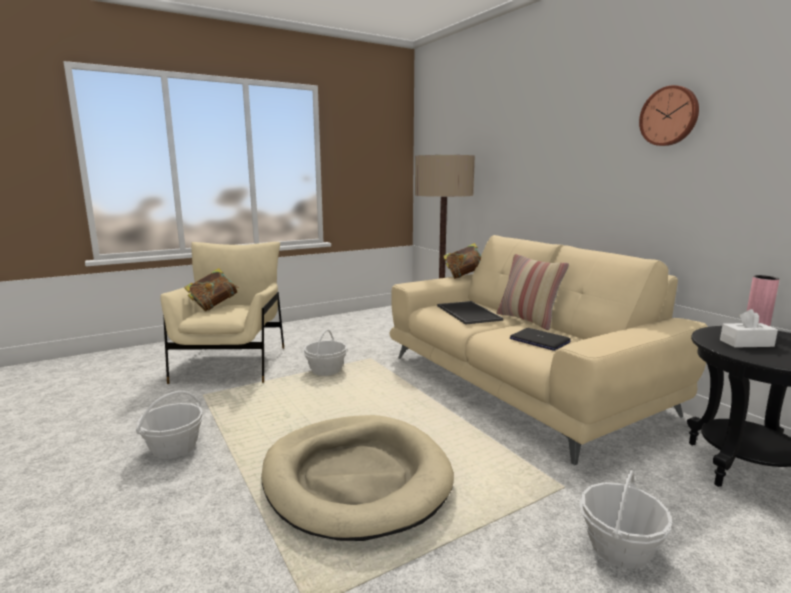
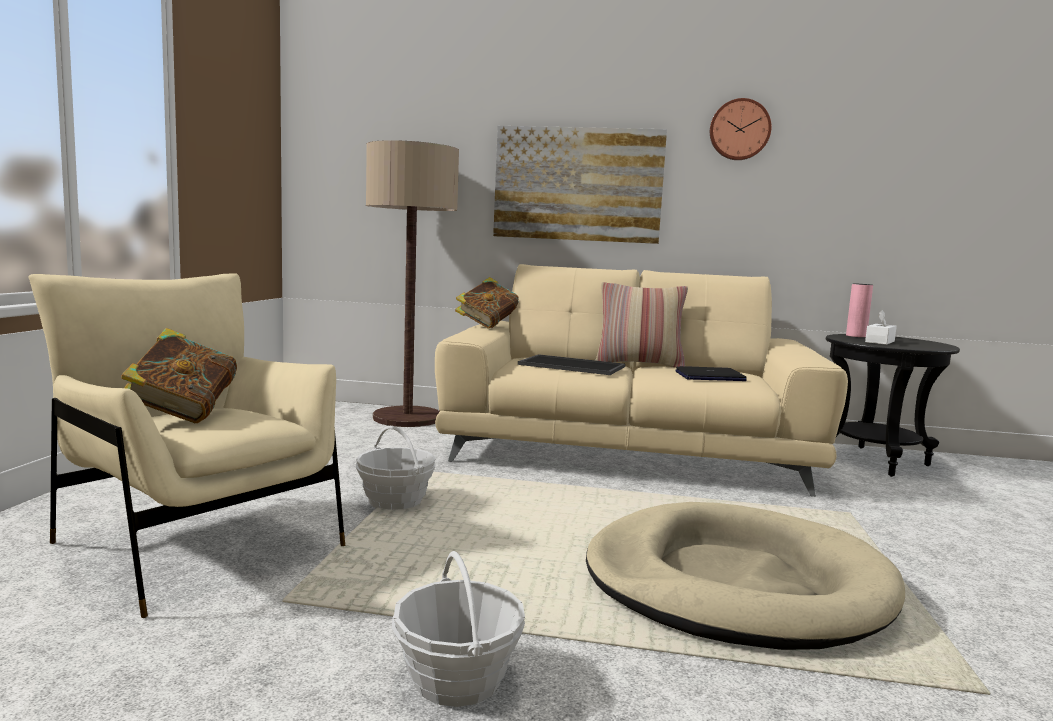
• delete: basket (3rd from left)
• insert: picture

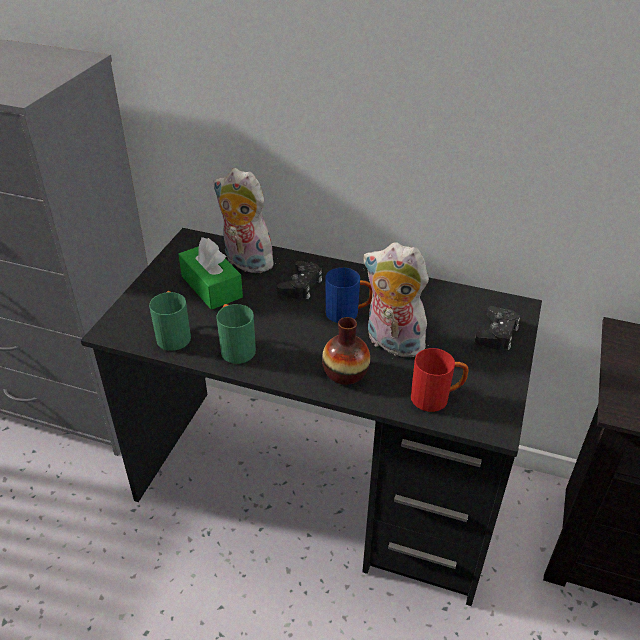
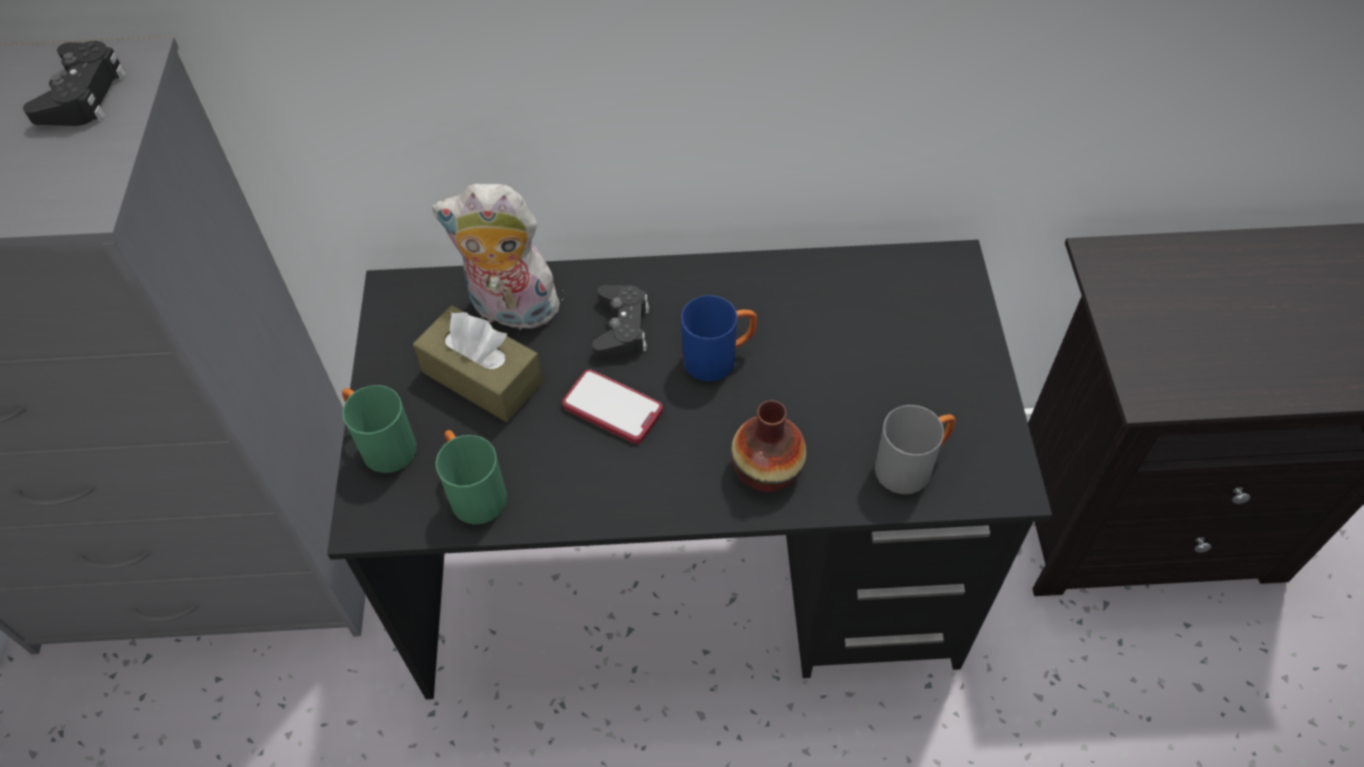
• recolor: greenish_tissue_box to brown-coloured_tissue_box
• delete: plush_toy (2nd from left)
• move: greenish_mug (2nd from left in the first image) to greenish_mug (1st from left)
• move: black-coloured_gamepad (2nd from left in the first image) to black-coloured_gamepad (1st from left)
• recolor: red_mug to gray_mug
• insert: phone

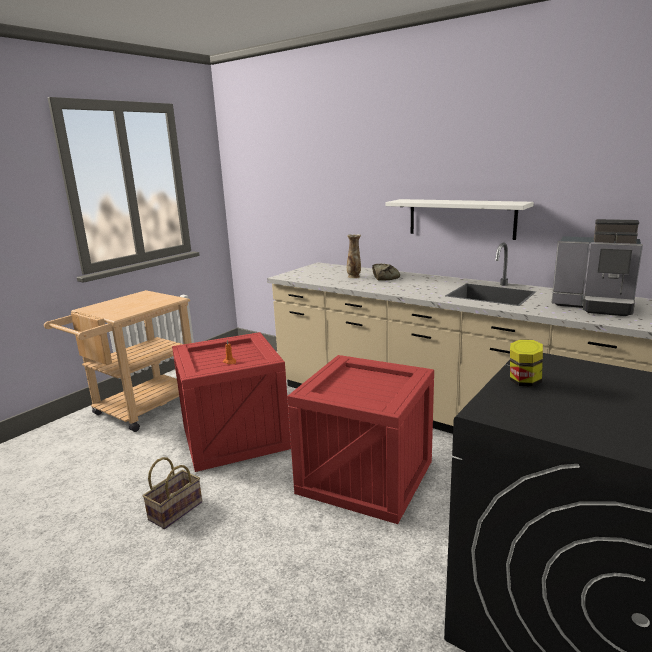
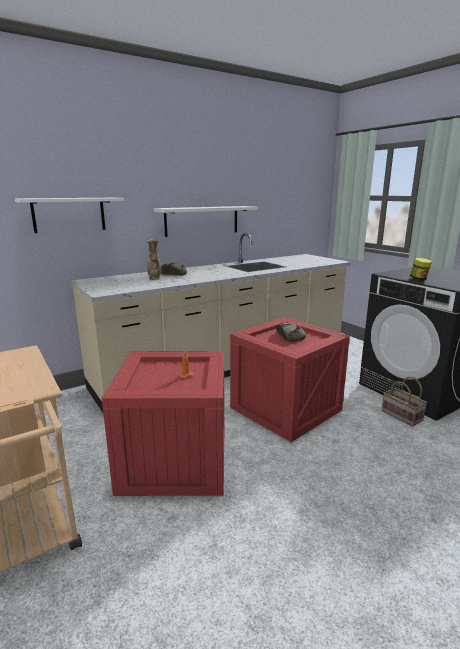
• delete: coffee_brewer
• move: basket
• insert: whitish_bracket_shelf (1st from left)
• insert: baked_bread (2nd from left)

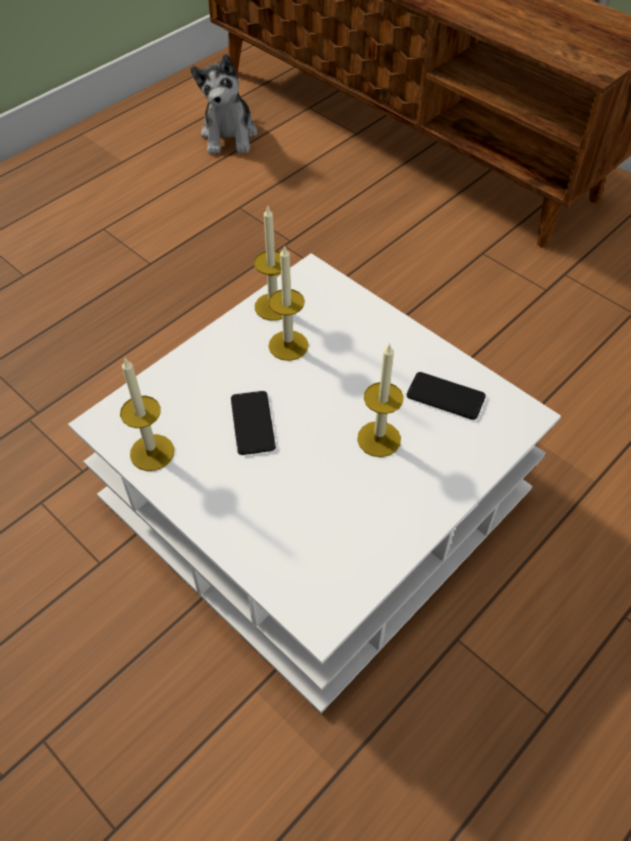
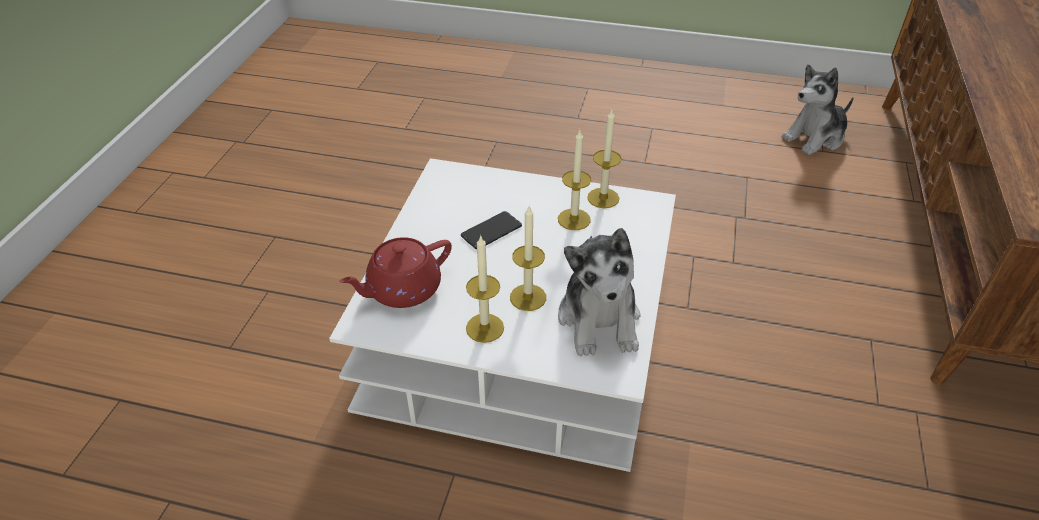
• move: wax_candle (1st from left)
• replace: phone (2nd from left) to plush_toy (1st from left)
• insert: red_tea_pot

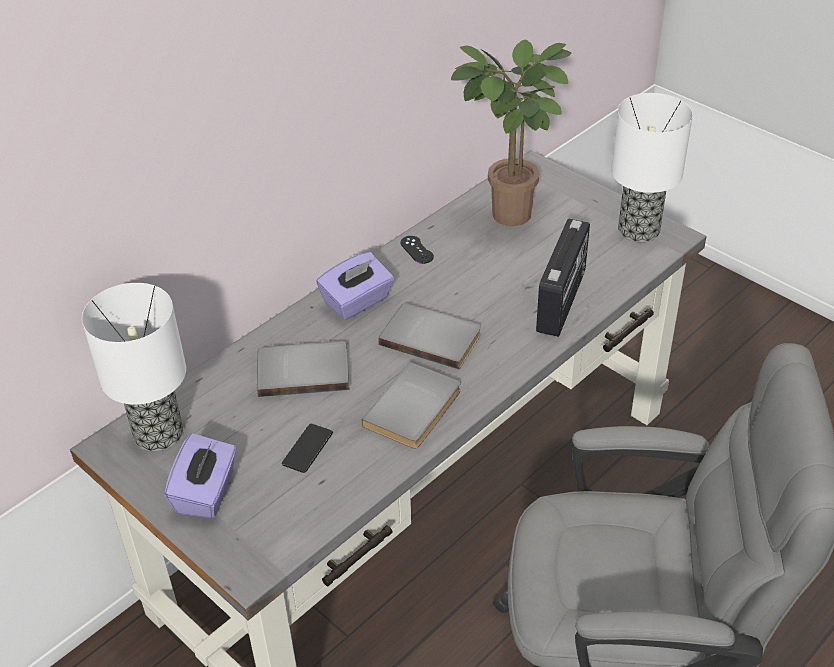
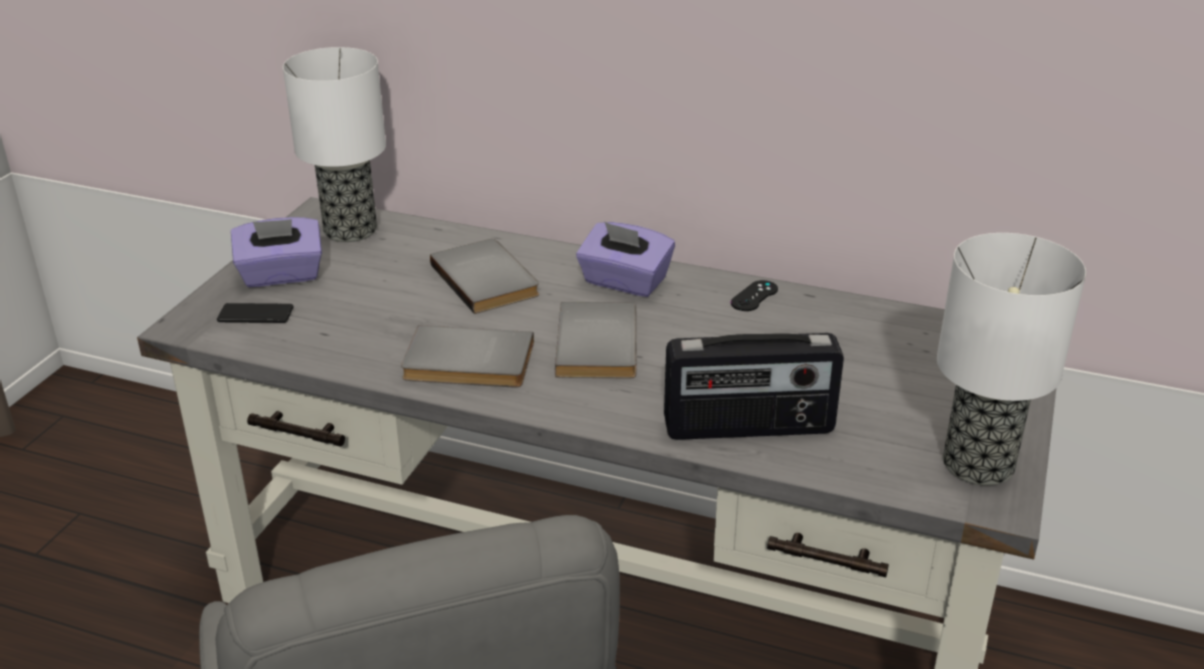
• delete: houseplant
• move: phone

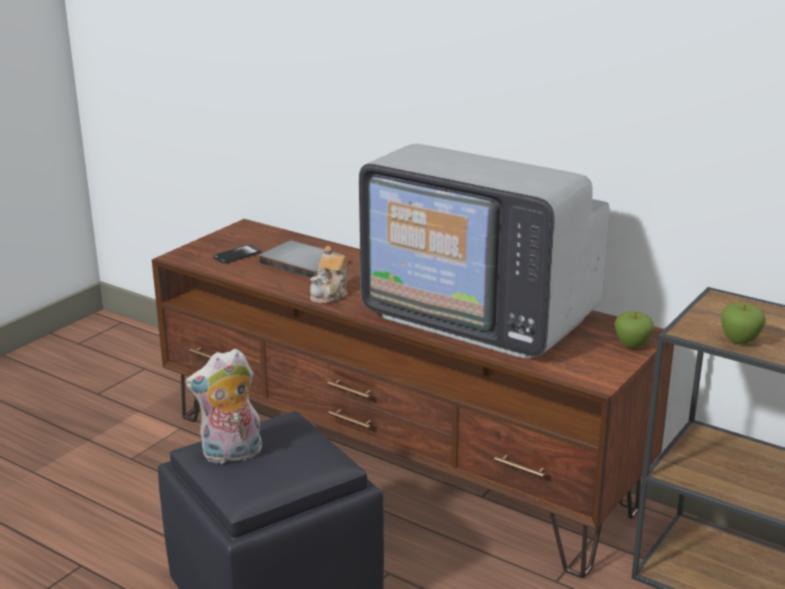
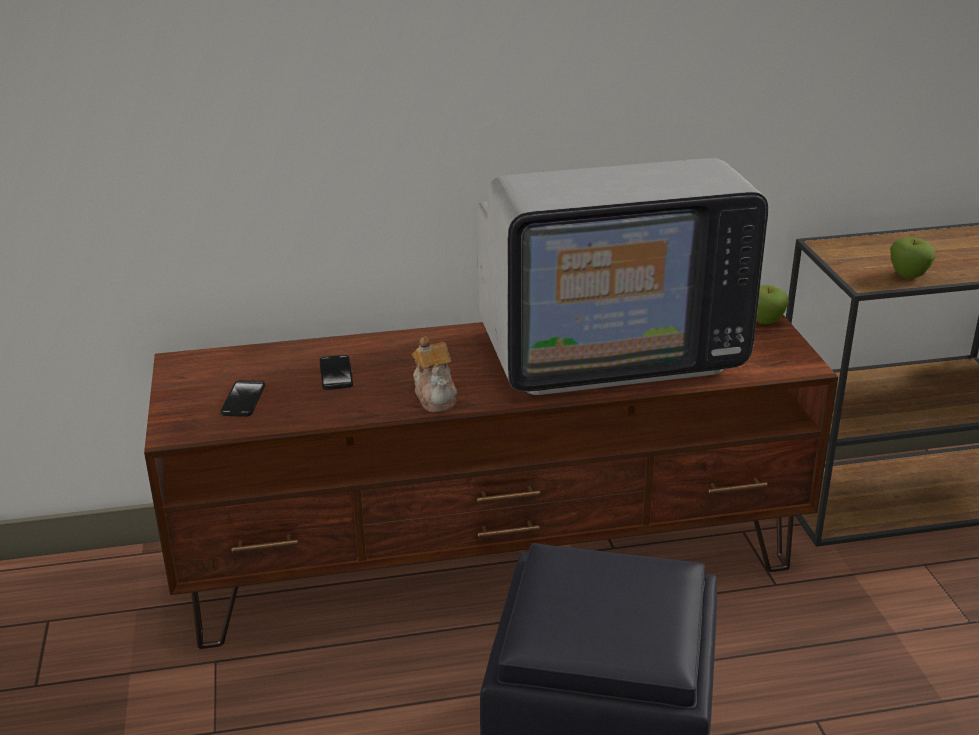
• replace: gray_book to phone (2nd from left)
• delete: plush_toy

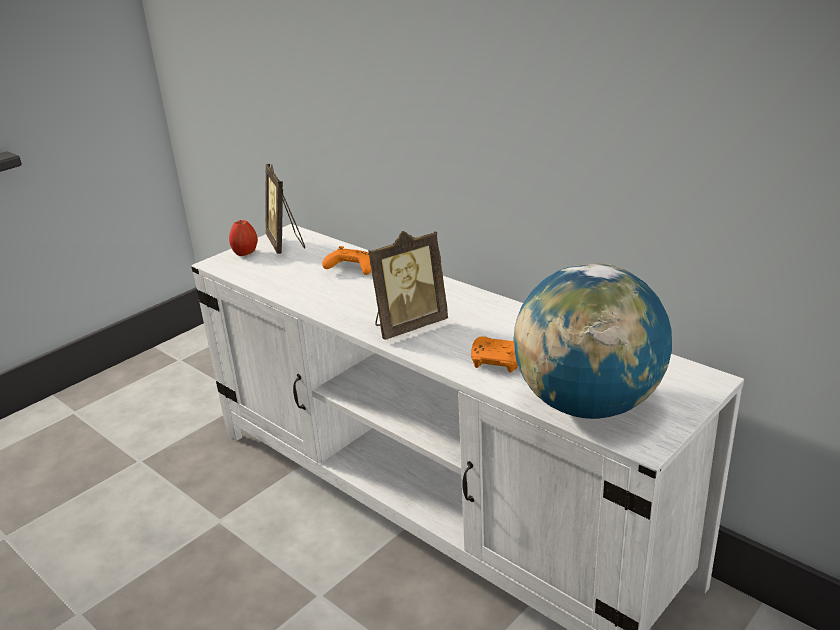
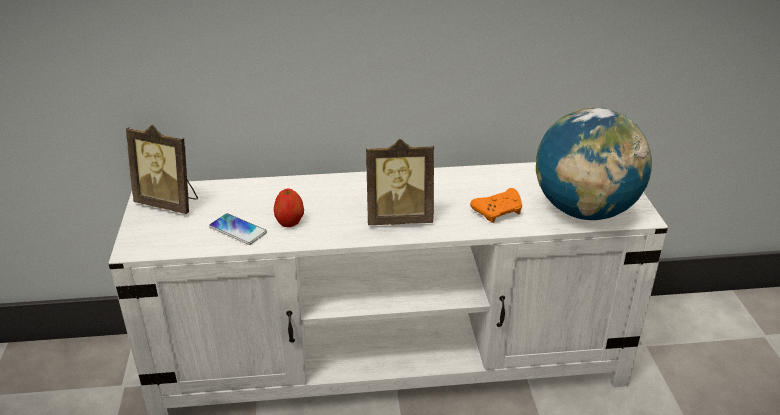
• move: apple
• rotate: photo_frame (2nd from left) 75 degrees clockwise
• delete: orange_gamepad (1st from left)
• insert: phone

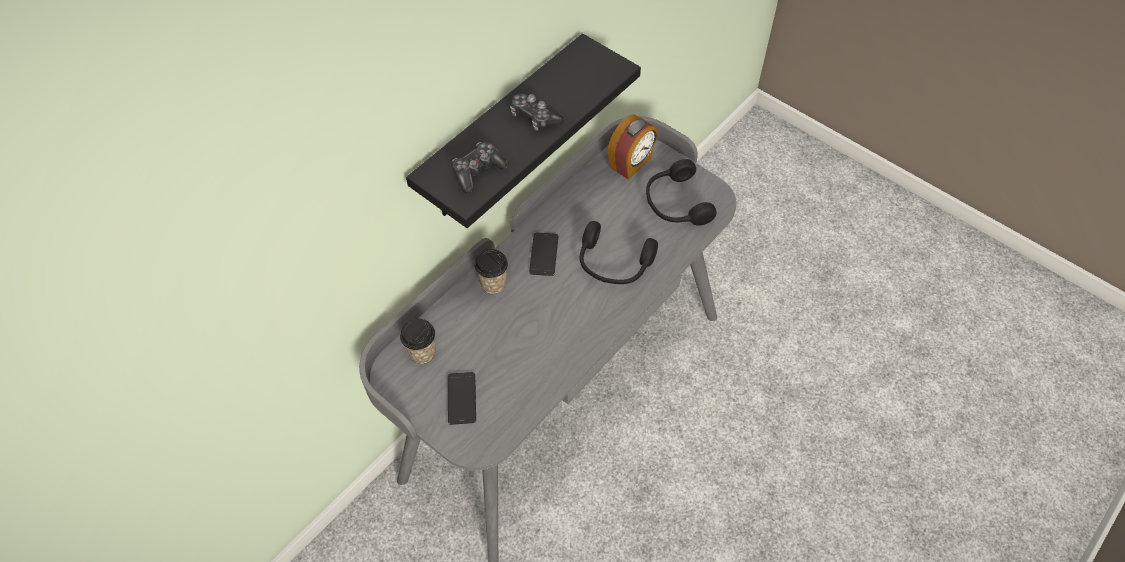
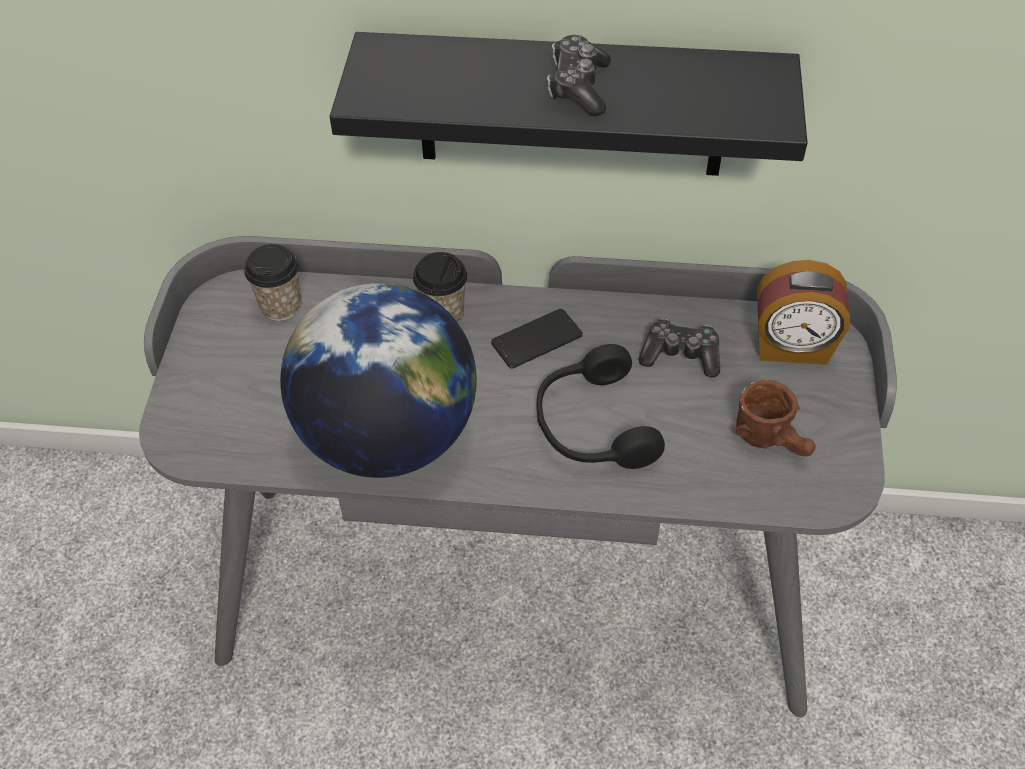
• move: gamepad (1st from left in the first image) to gamepad (2nd from left)
• replace: black-coloured_headset (2nd from left) to brown-coloured_mug
• delete: phone (1st from left)
• insert: globe

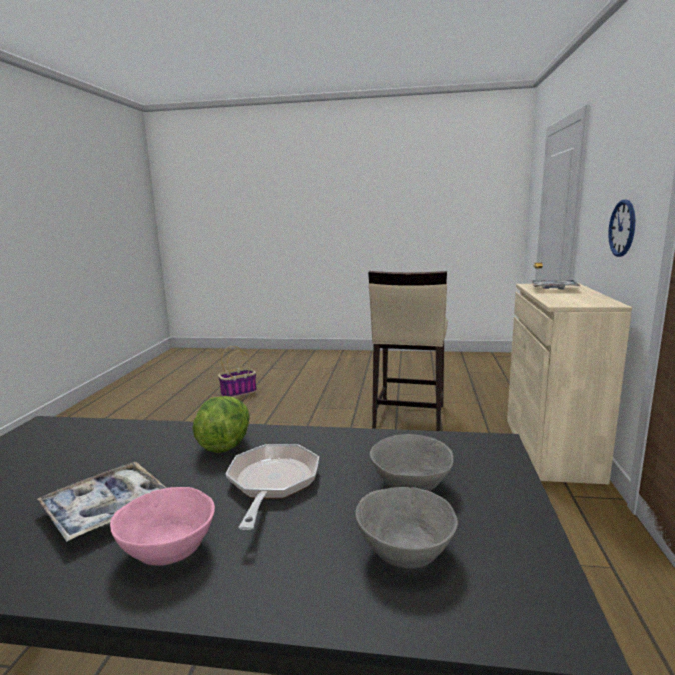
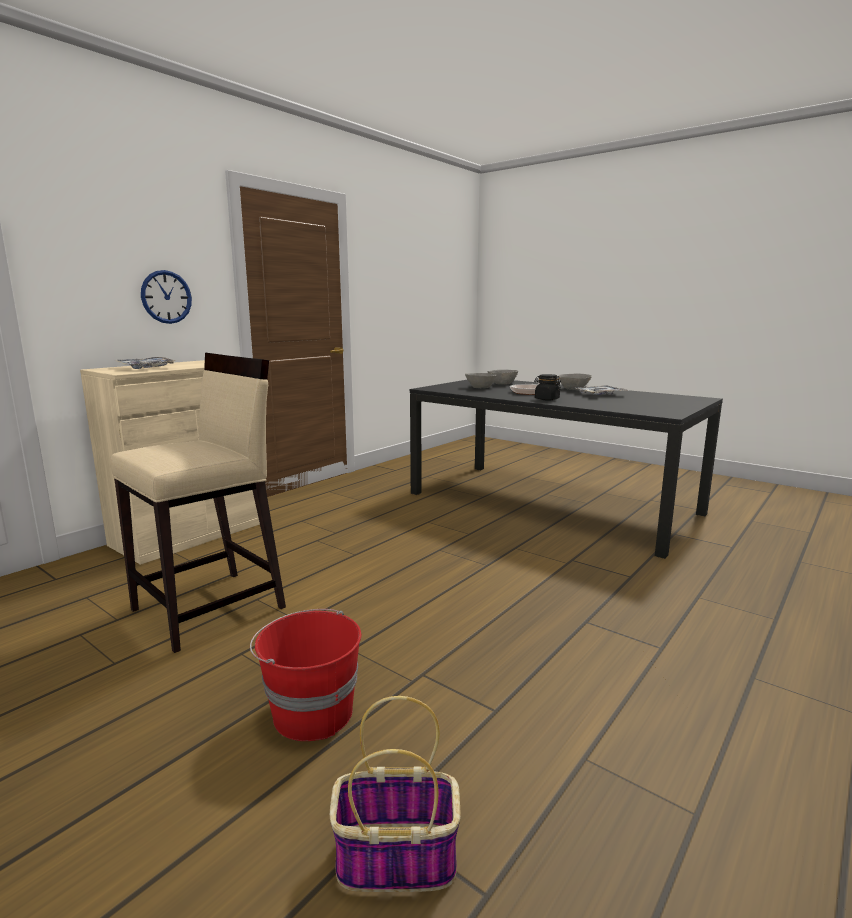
• replace: lettuce_head to black-coloured_preserve_jar
• recolor: pink-coloured_serving_bowl to gray_serving_bowl (3rd from left)
• insert: red_pail

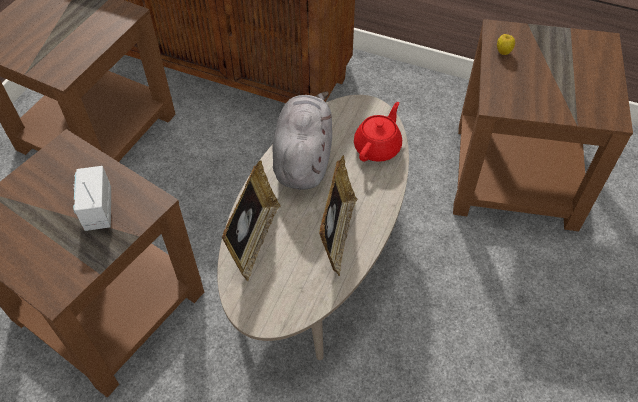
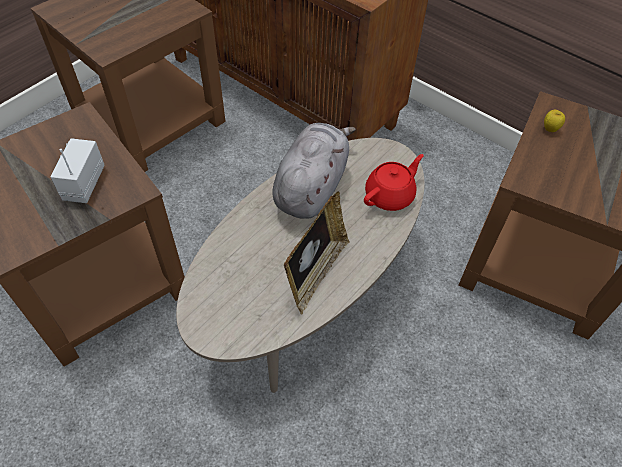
• delete: photo_frame (1st from left)

